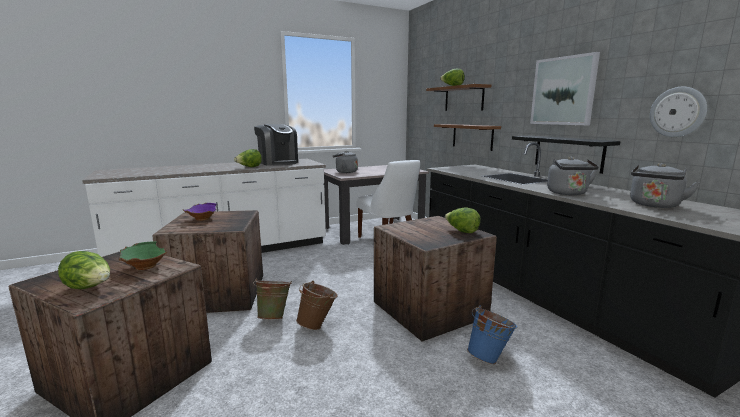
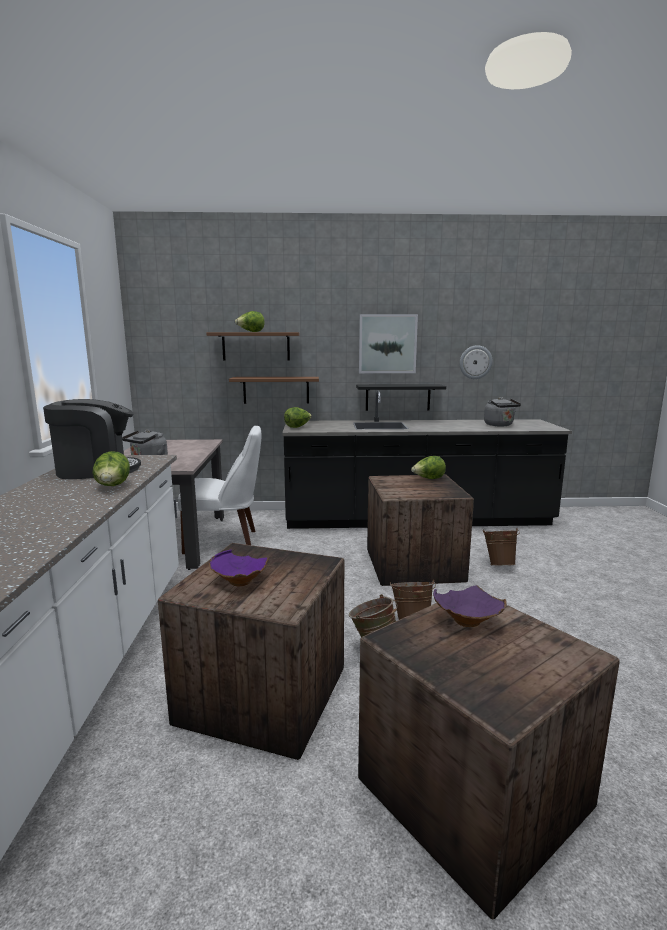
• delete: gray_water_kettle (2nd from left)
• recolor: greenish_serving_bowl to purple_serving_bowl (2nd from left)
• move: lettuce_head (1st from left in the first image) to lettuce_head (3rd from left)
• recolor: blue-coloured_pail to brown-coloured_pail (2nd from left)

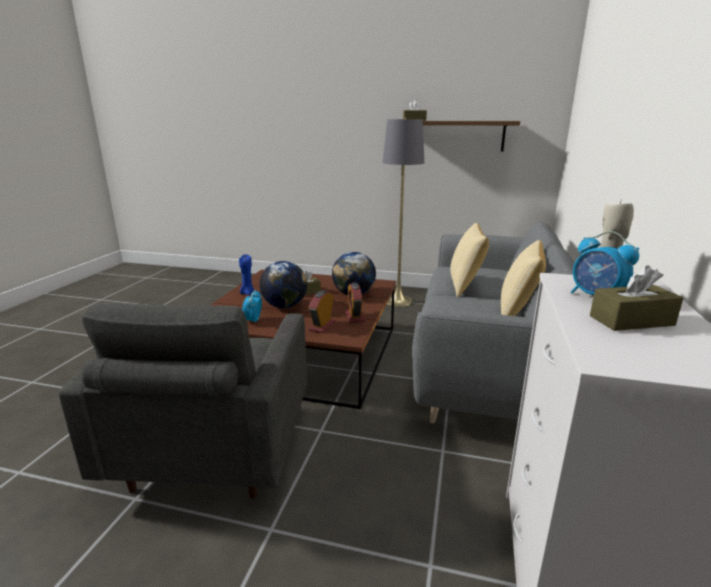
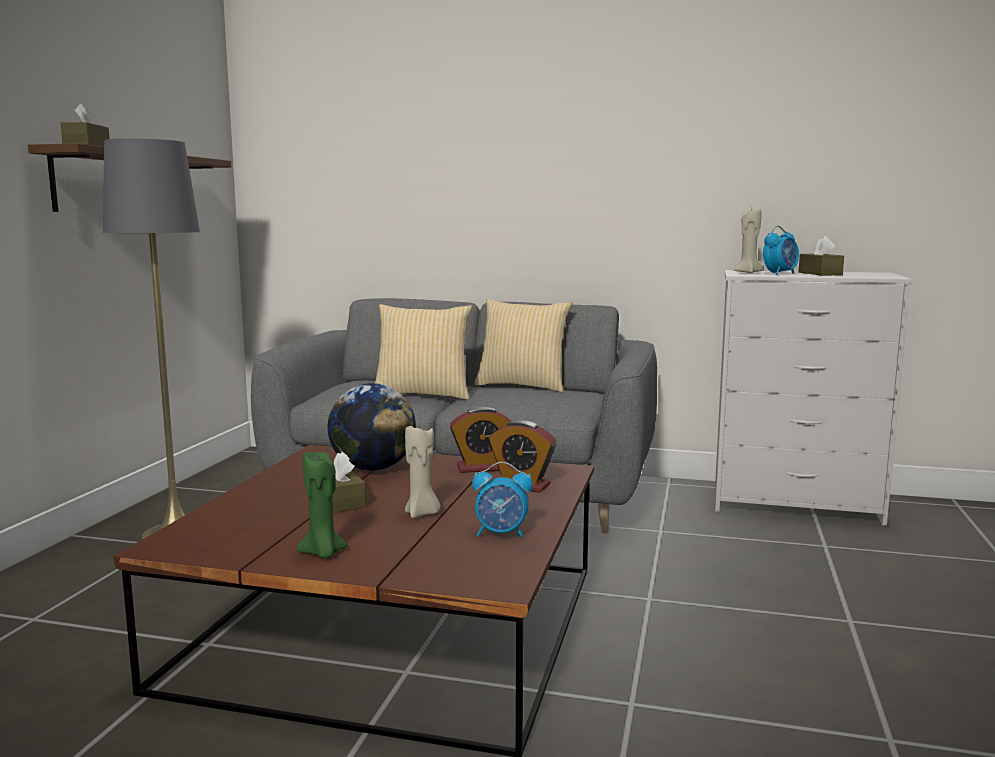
• recolor: blue-coloured_wax_candle to greenish_wax_candle
• replace: globe (1st from left) to beige-coloured_wax_candle (1st from left)
• delete: gray_lounge_chair

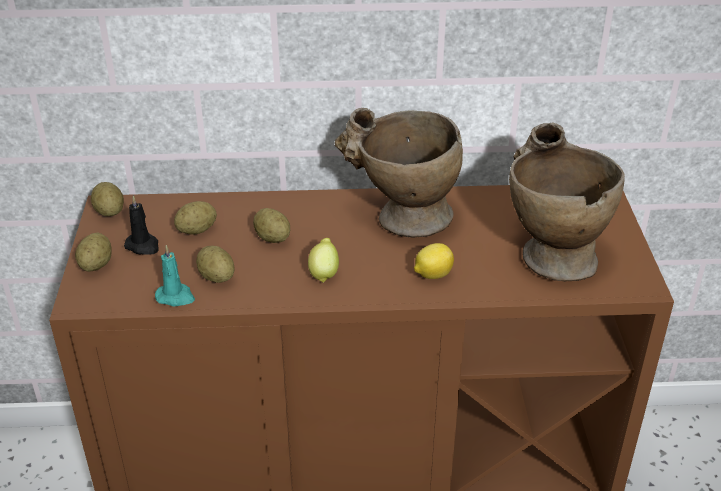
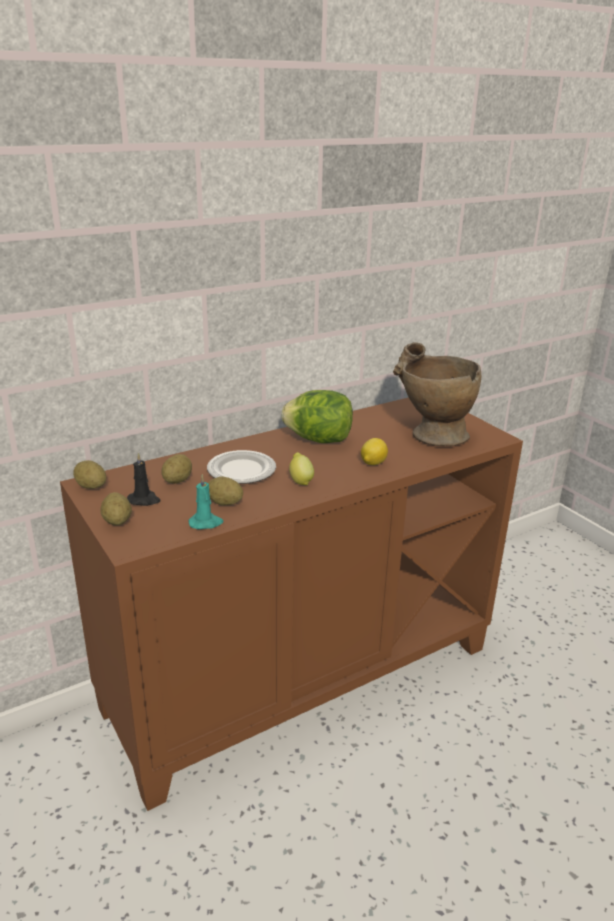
• replace: beige-coloured_flower_vase (1st from left) to lettuce_head
• replace: spud (5th from left) to plate

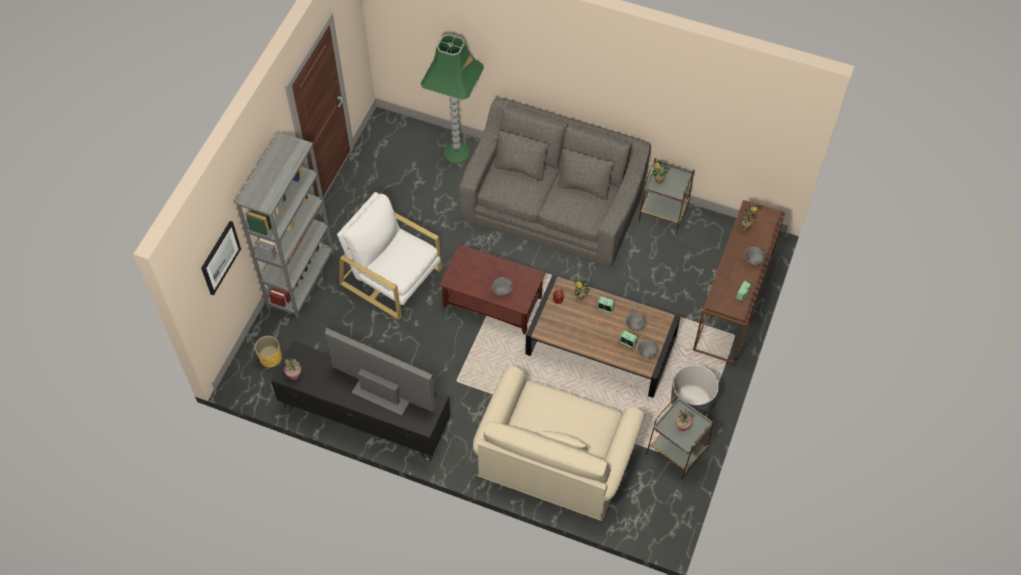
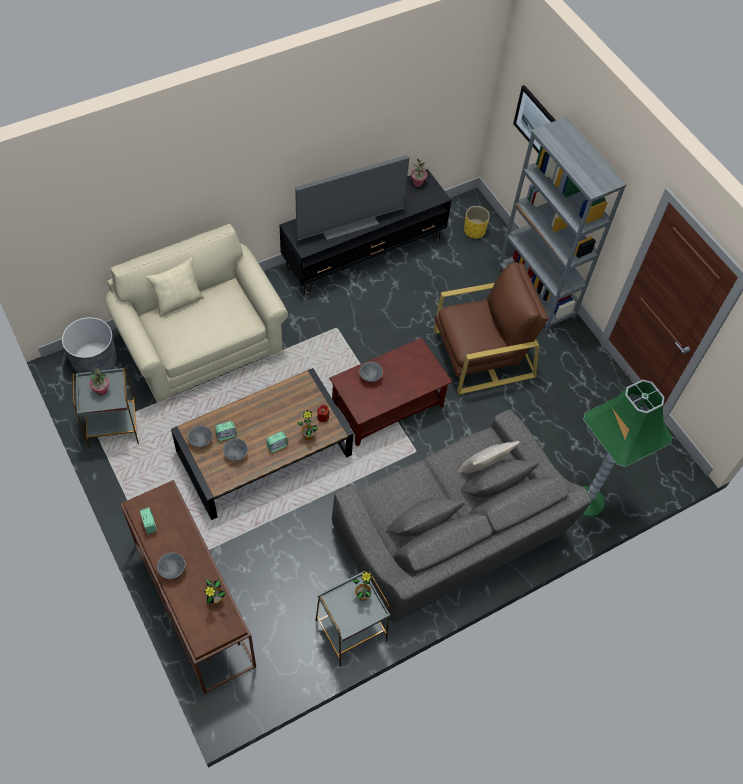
• recolor: whitish_lounge_chair to brown-coloured_lounge_chair
• move: gray_flower_pot
• insert: beige-coloured_pillow (2nd from left)

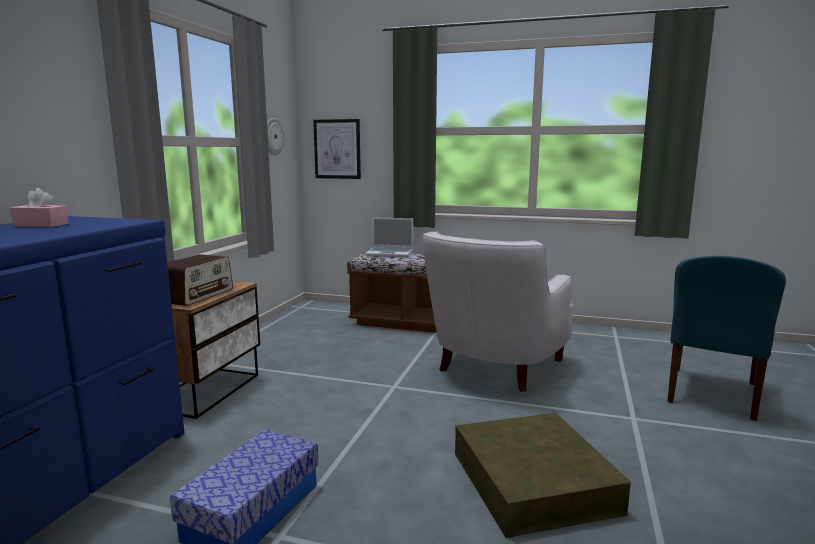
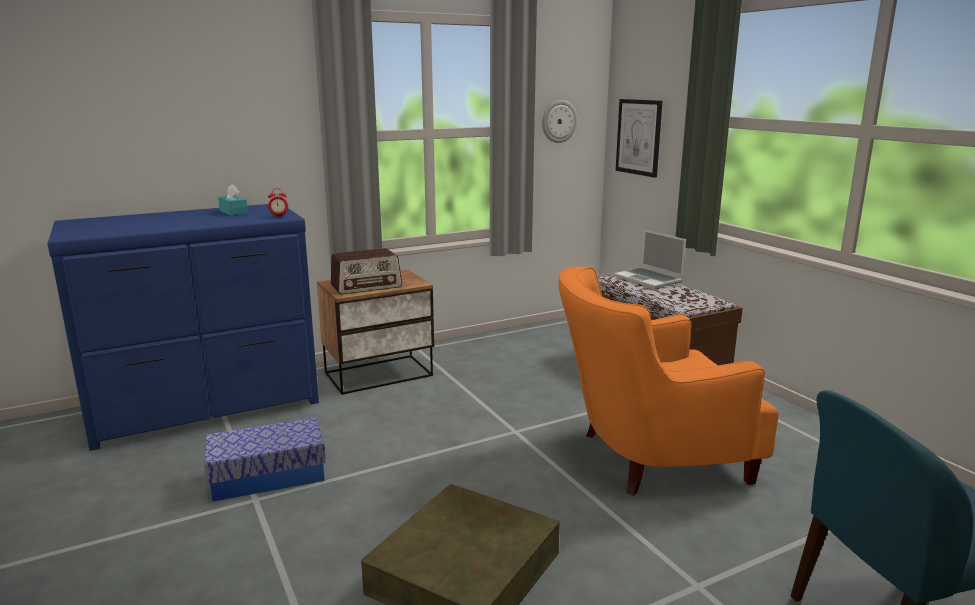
• recolor: pink-coloured_tissue_box to turquoise-coloured_tissue_box
• recolor: whitish_lounge_chair to orange_lounge_chair
• insert: table_clock

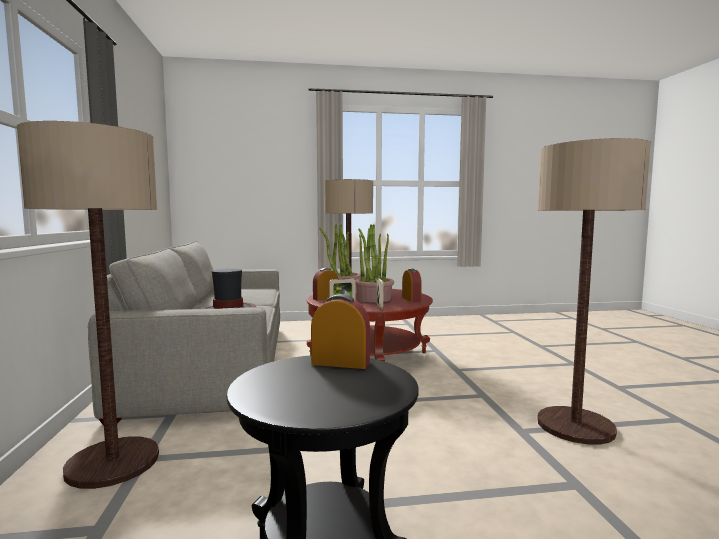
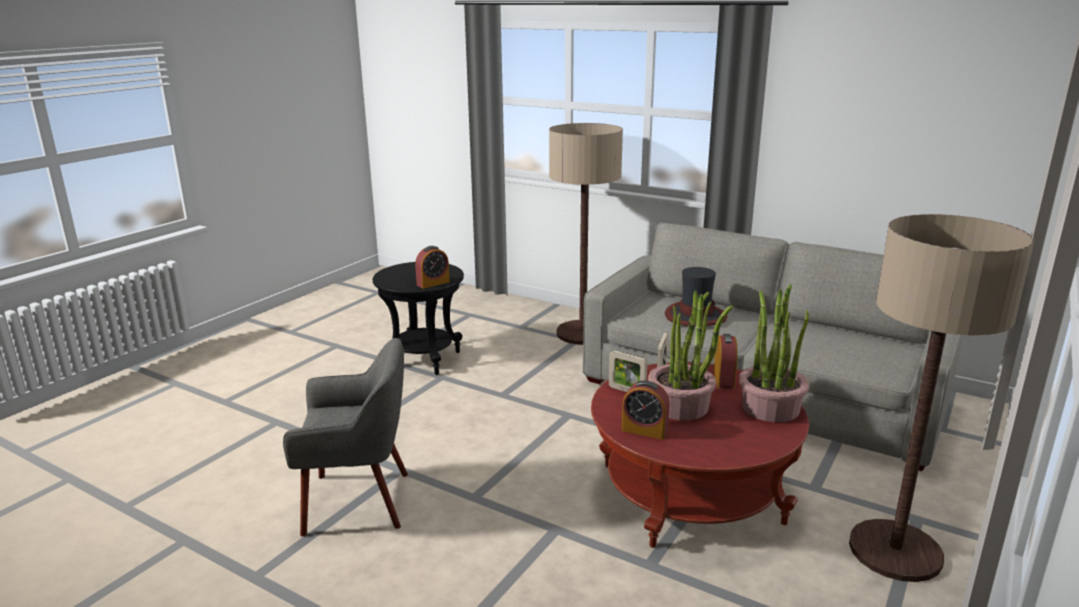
• replace: standing_lamp (3rd from left) to gray_lounge_chair

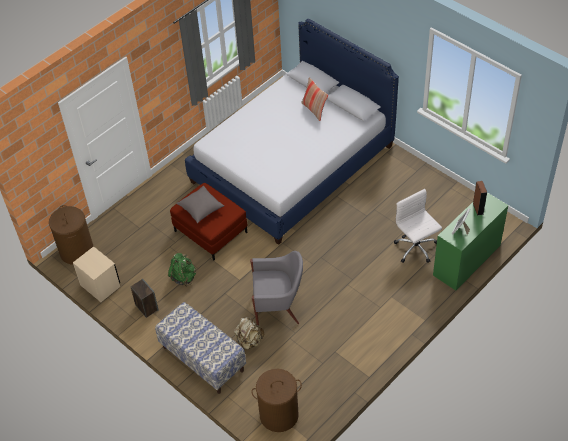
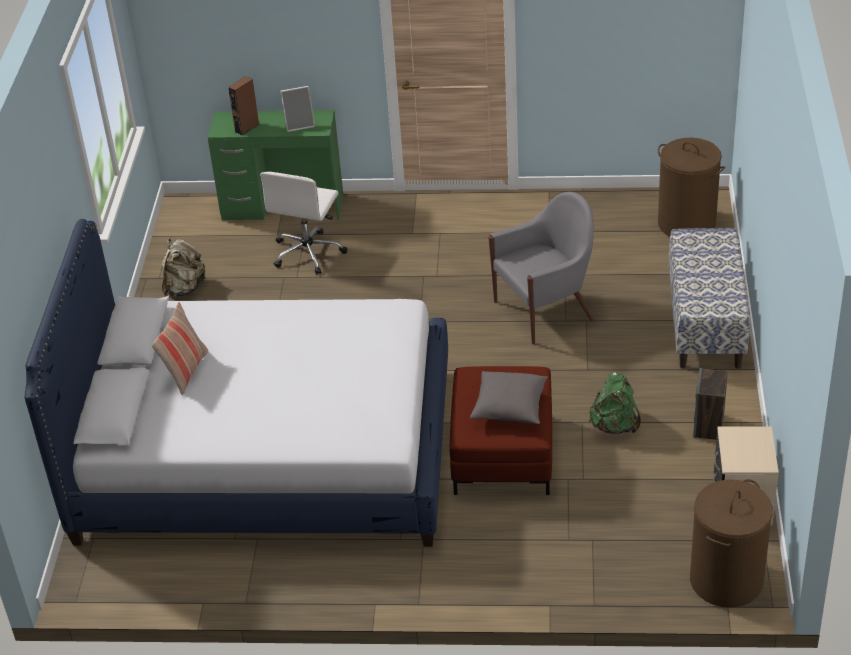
• rotate: gray_lounge_chair 105 degrees clockwise
• move: beige-coloured_backpack

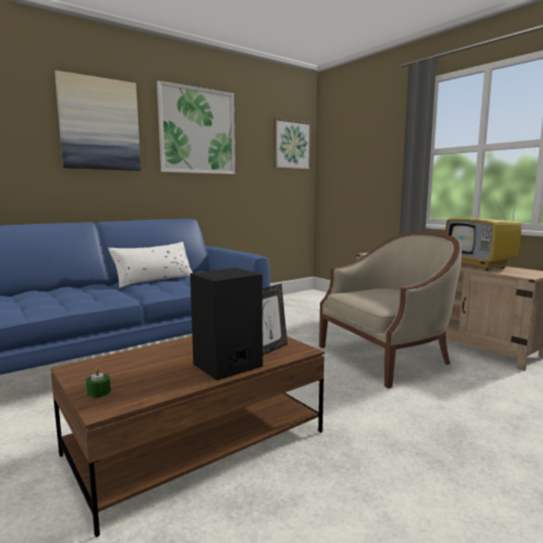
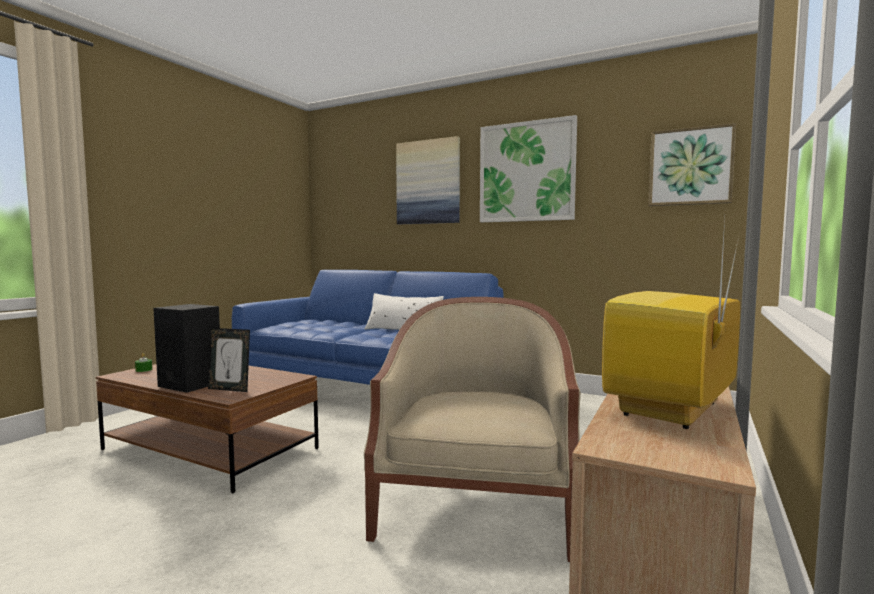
• rotate: beige-coloured_lounge_chair 120 degrees counterclockwise

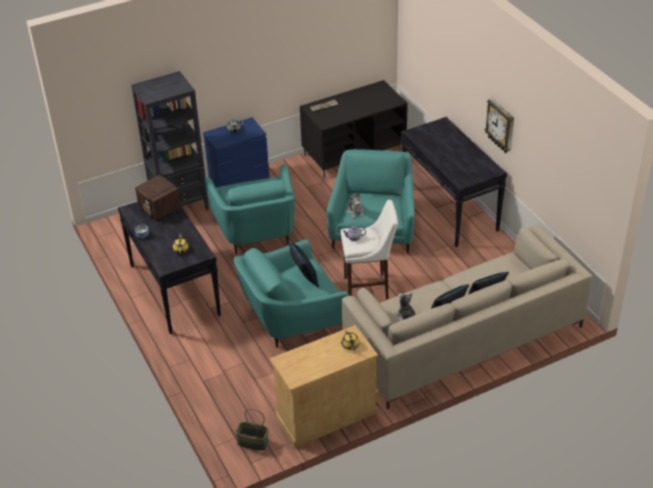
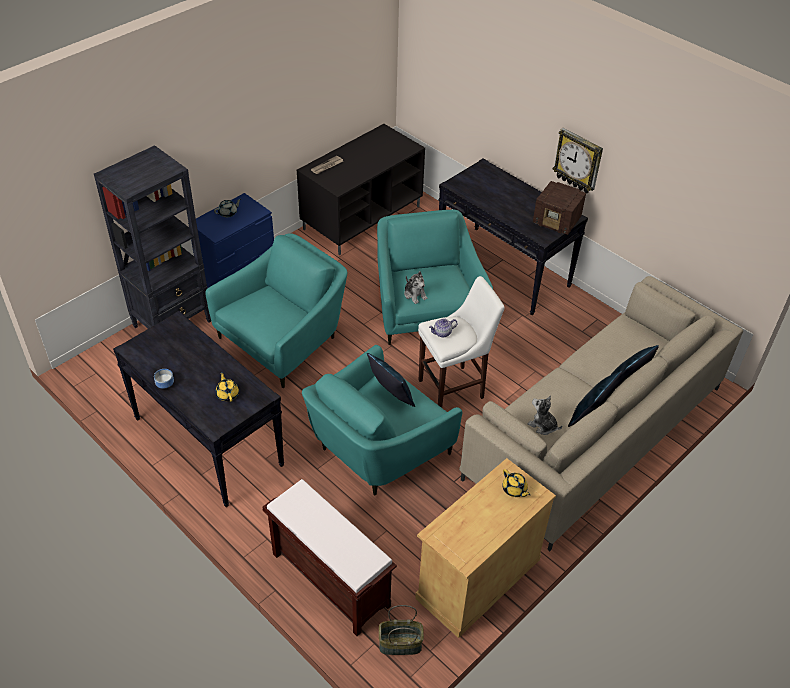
• rotate: turquoise-coloured_lounge_chair (1st from left) 105 degrees counterclockwise
• move: radio
• insert: brown-coloured_long_seat

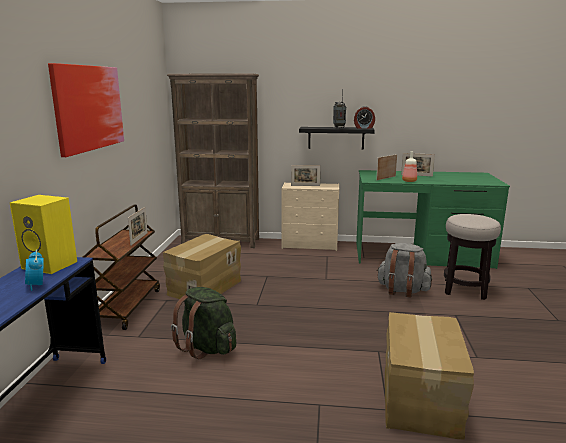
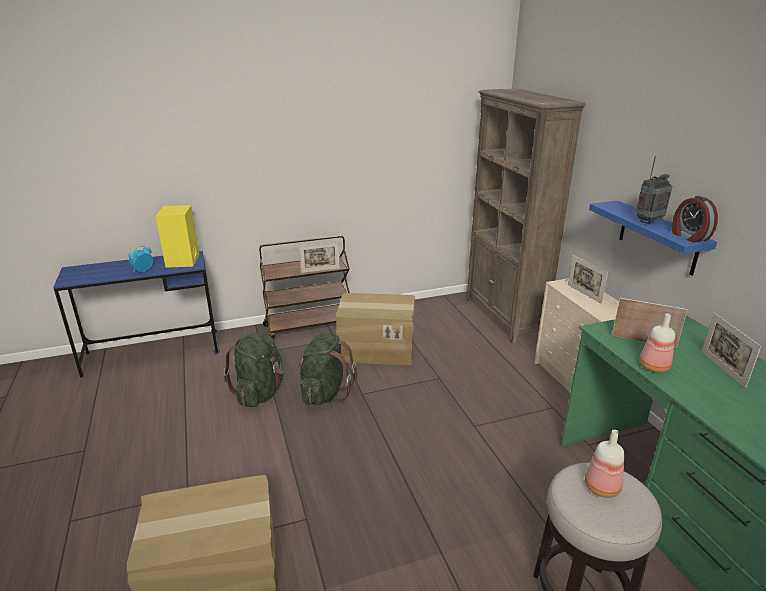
• delete: picture
• recolor: black-coloured_bracket_shelf to blue-coloured_bracket_shelf
• delete: gray_backpack
• insert: greenish_backpack (2nd from left)
• insert: drink_bottle (1st from left)

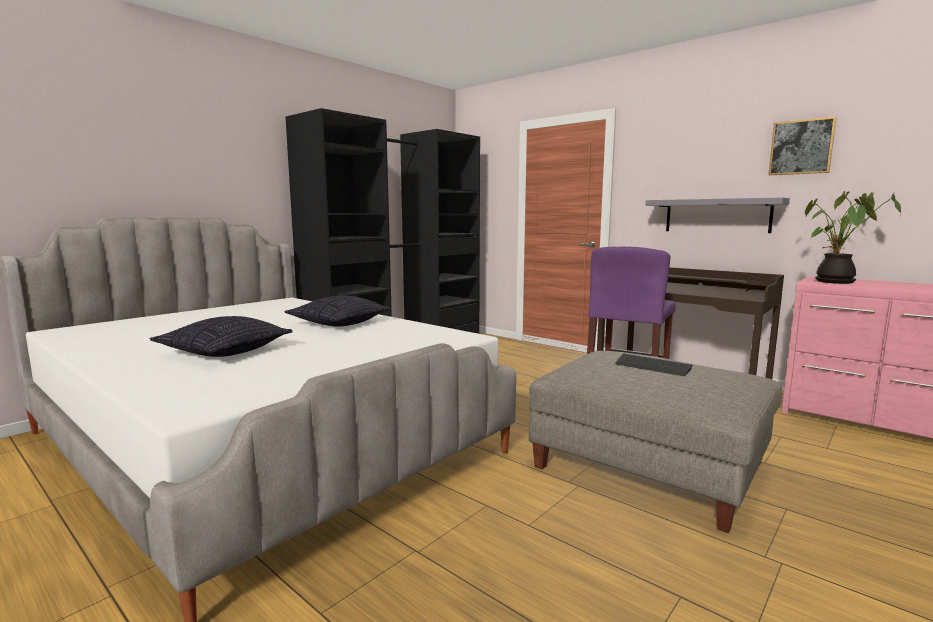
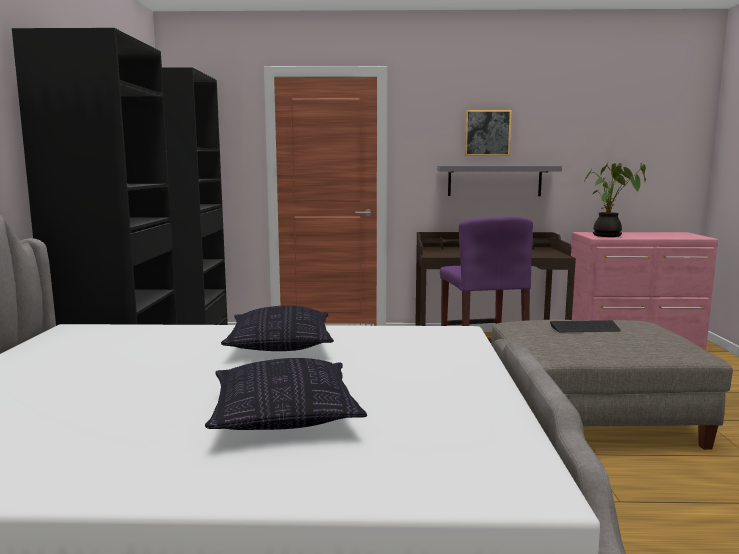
• move: picture

